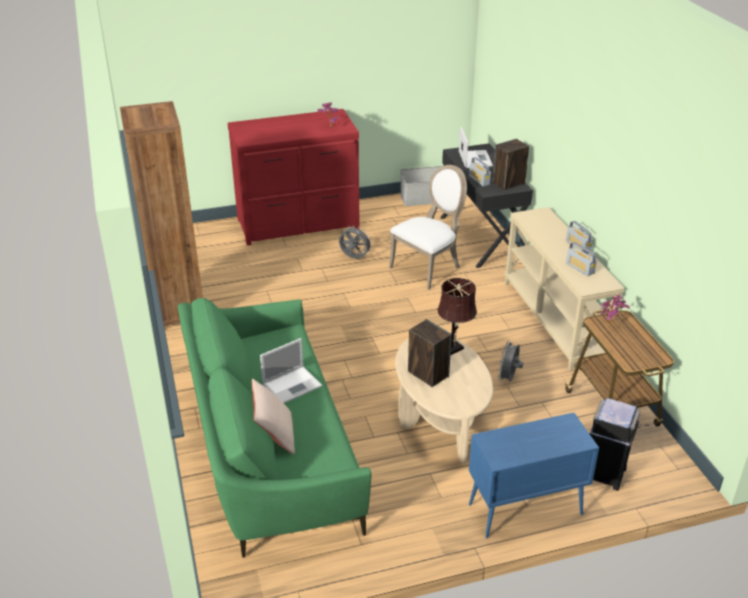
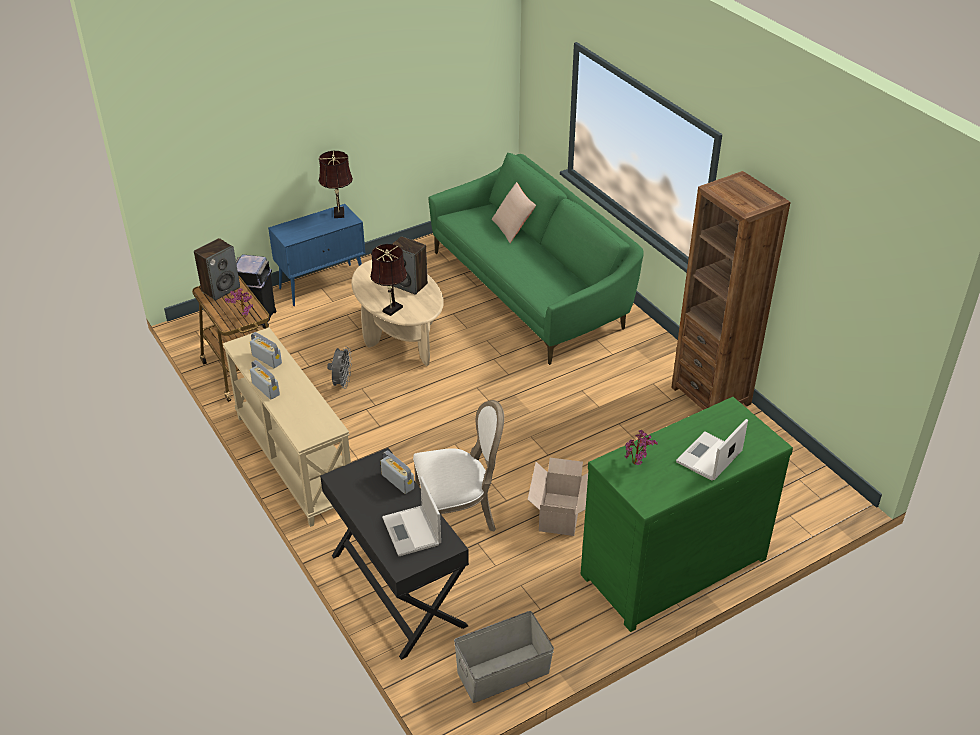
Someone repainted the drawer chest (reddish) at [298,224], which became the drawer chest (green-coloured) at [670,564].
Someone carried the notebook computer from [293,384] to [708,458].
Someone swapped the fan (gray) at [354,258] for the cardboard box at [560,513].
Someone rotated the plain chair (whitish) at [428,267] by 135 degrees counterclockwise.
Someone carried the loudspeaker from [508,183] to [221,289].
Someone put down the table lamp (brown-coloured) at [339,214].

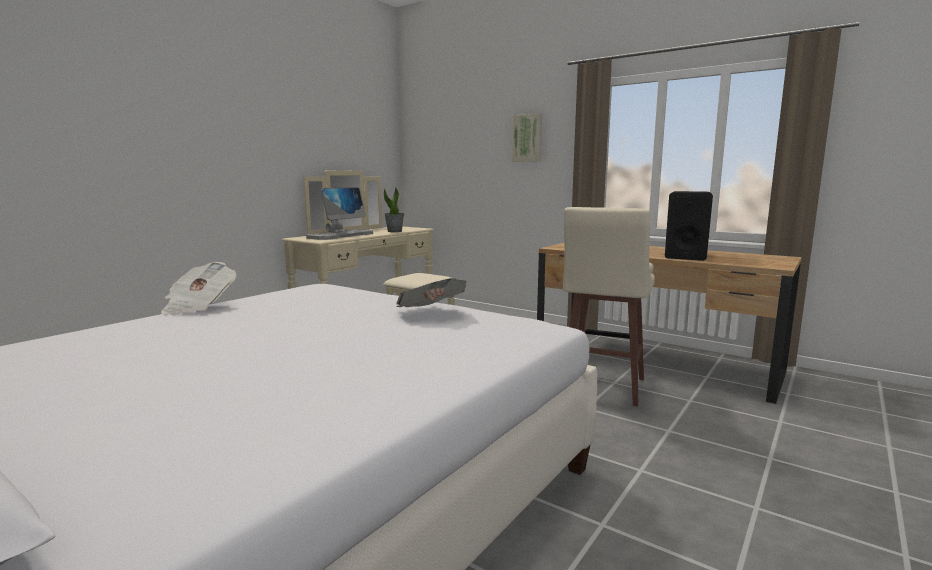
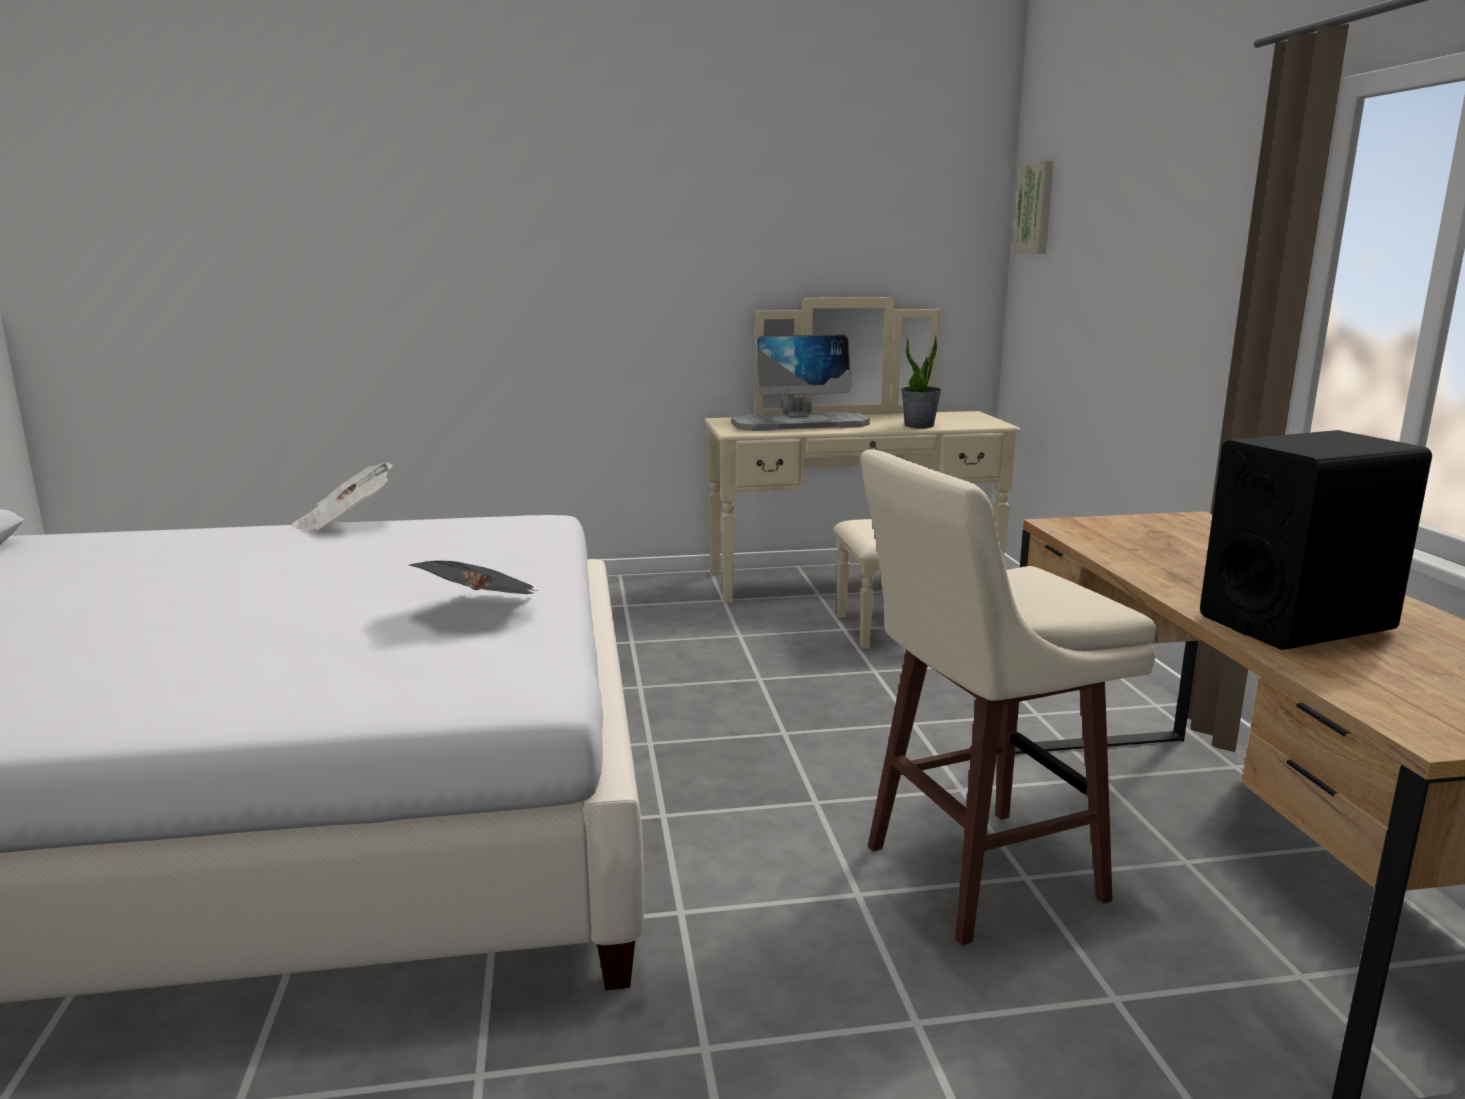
Someone carried the wall picture from [527,138] to [1036,208].

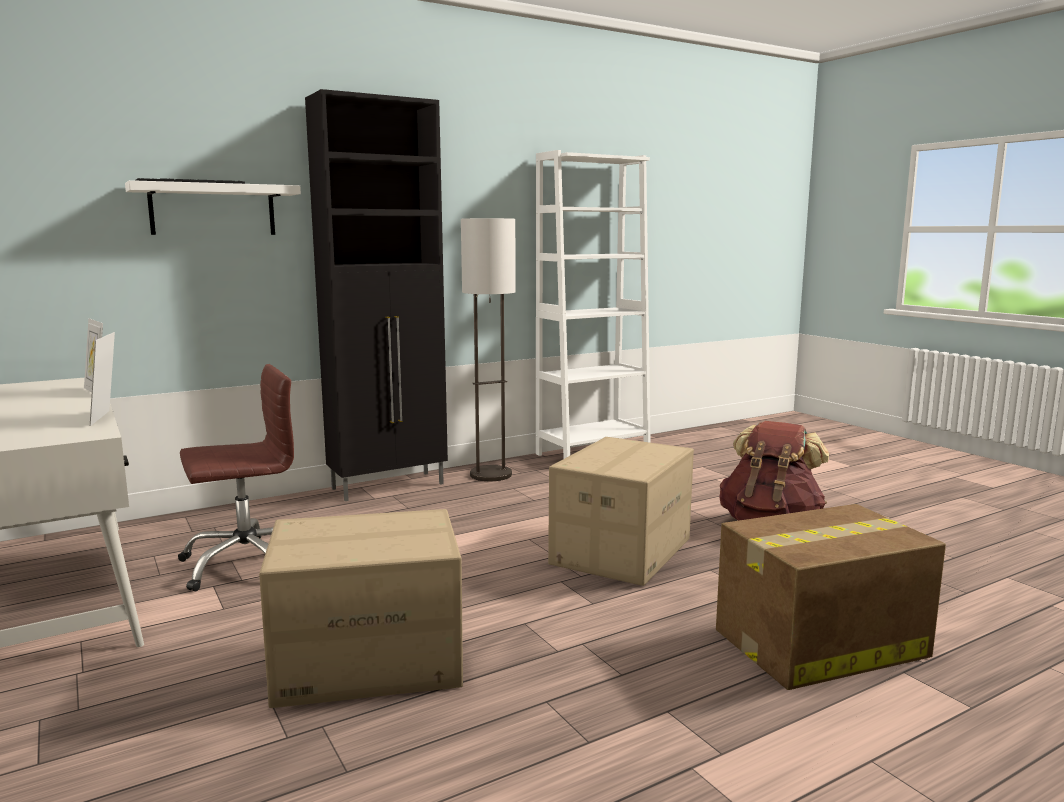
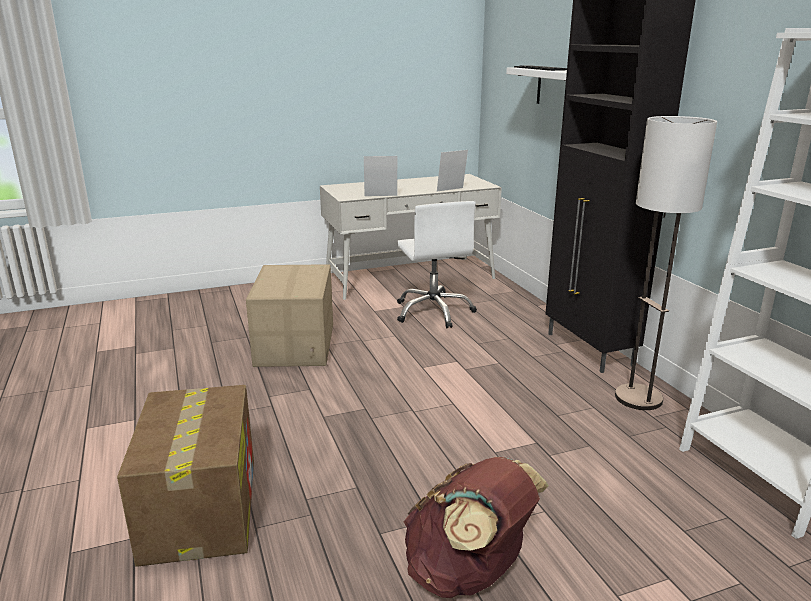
Someone repainted the desk chair (brown-coloured) at [247,562], which became the desk chair (whitish) at [433,312].
Someone took away the cardboard box at [620,551].

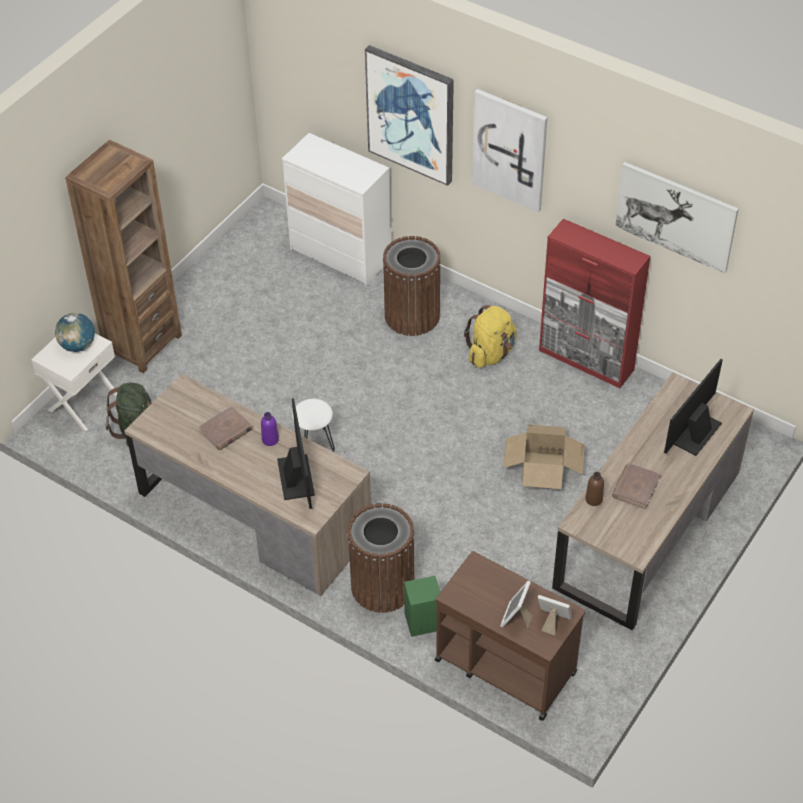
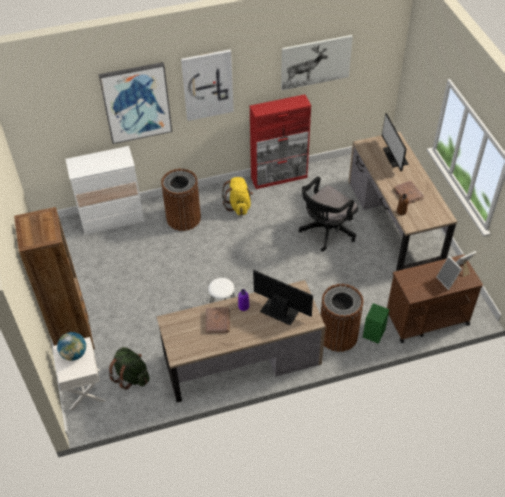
Someone swapped the cardboard box at [543,468] for the desk chair (black) at [325,232].

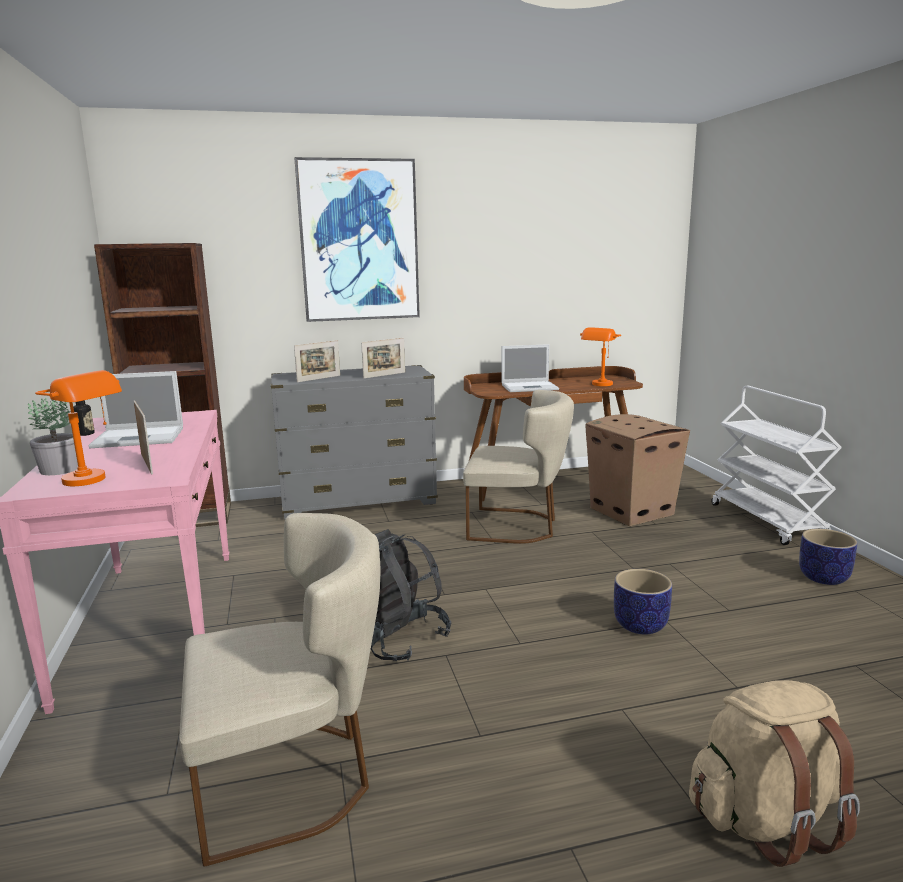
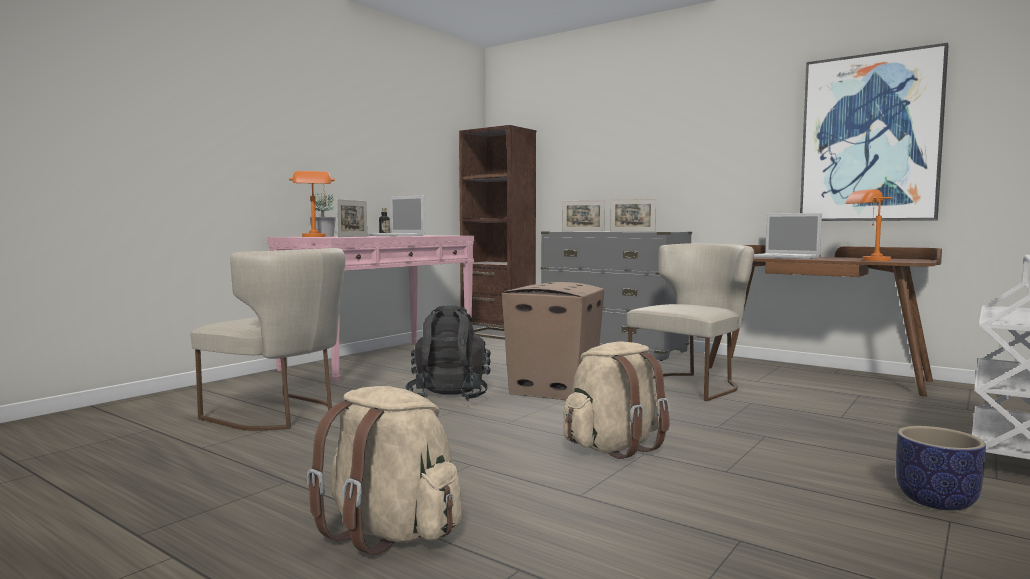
Someone carried the wall picture from [359,241] to [870,138].
Someone rotated the plain chair (beige) at [517,526] by 105 degrees counterclockwise.
Someone carried the cardboard box from [632,511] to [553,390].
Someone swapped the planter at [641,625] for the rucksack (beige) at [615,447].

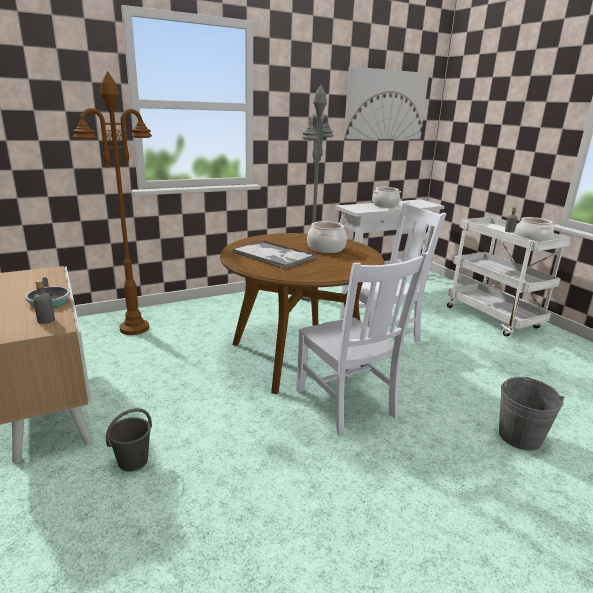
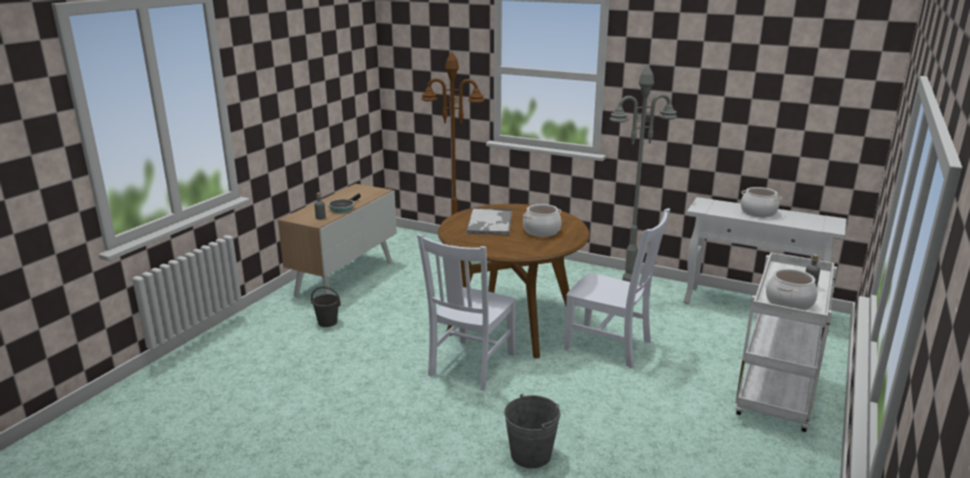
Someone took away the wall picture at [385,105].

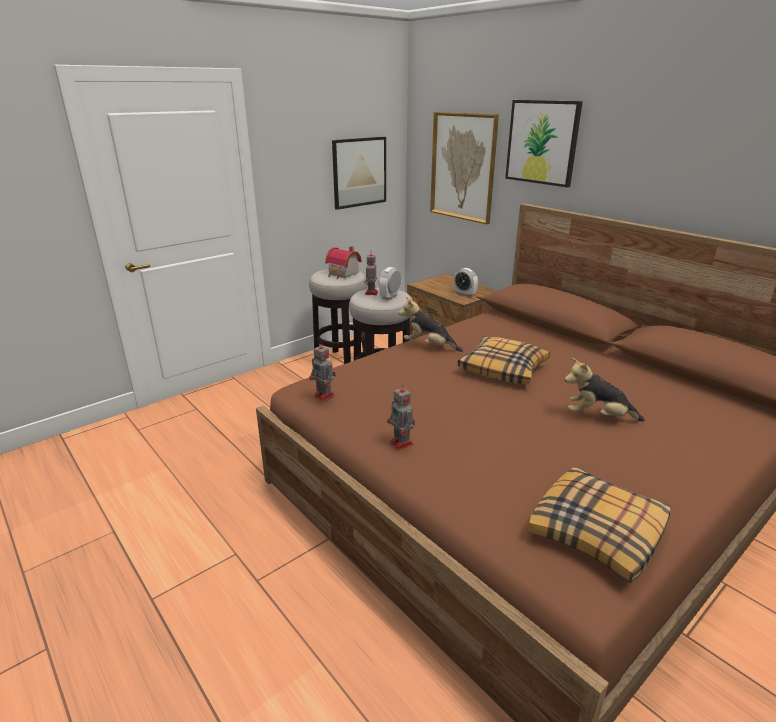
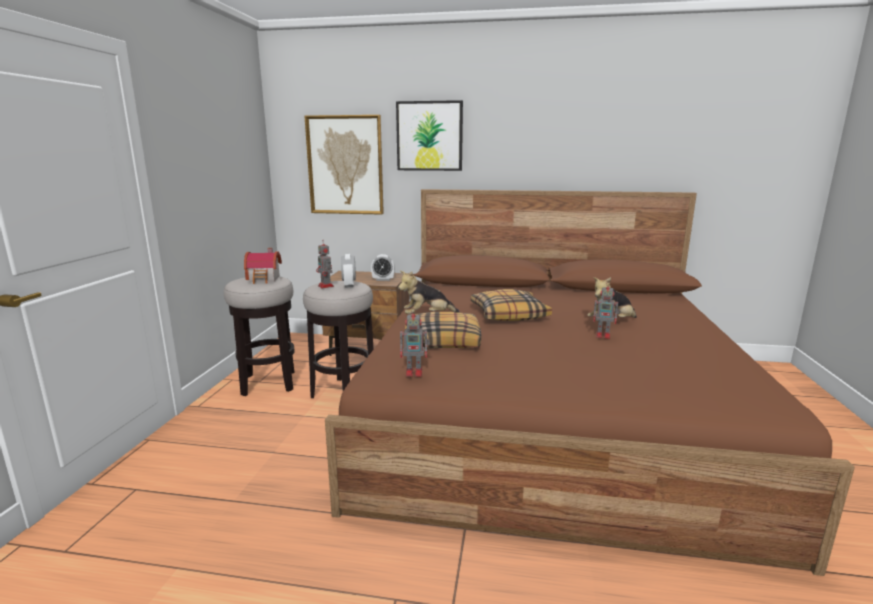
Someone took away the wall picture at [359,172].
Someone carried the toy robot from [402,444] to [604,335].
Someone carried the throw pillow from [597,532] to [443,341].

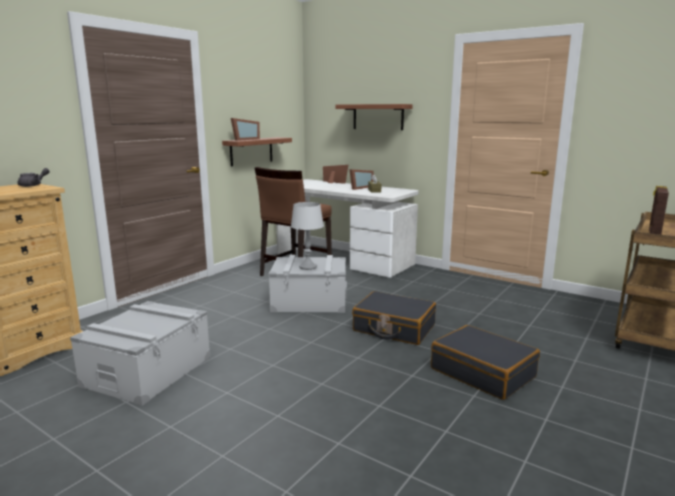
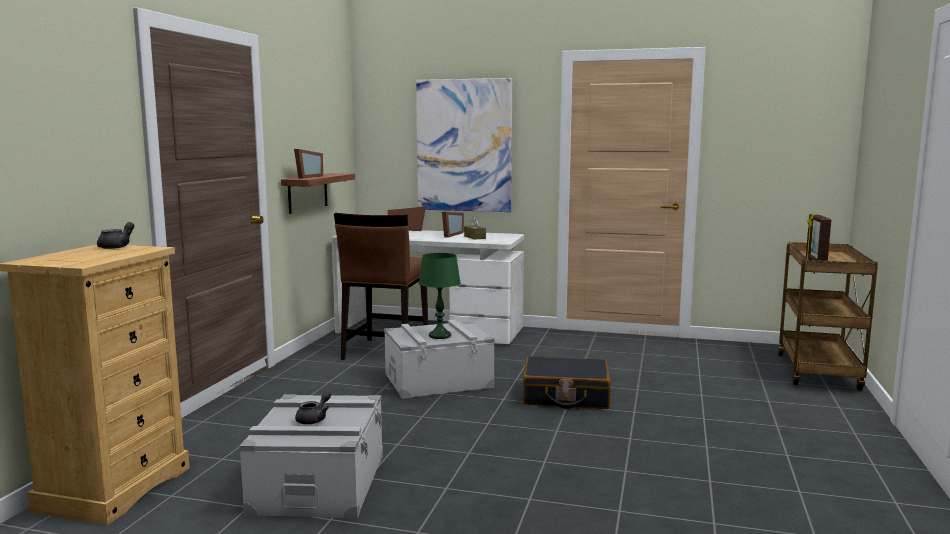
Someone repainted the table lamp (gray) at [308,267], which became the table lamp (green-coloured) at [440,336].
Someone swapped the wall shelf at [378,117] for the wall picture at [464,145].
Someone took away the suitcase (black) at [483,372].
Someone put down the teapot (gray) at [314,419].

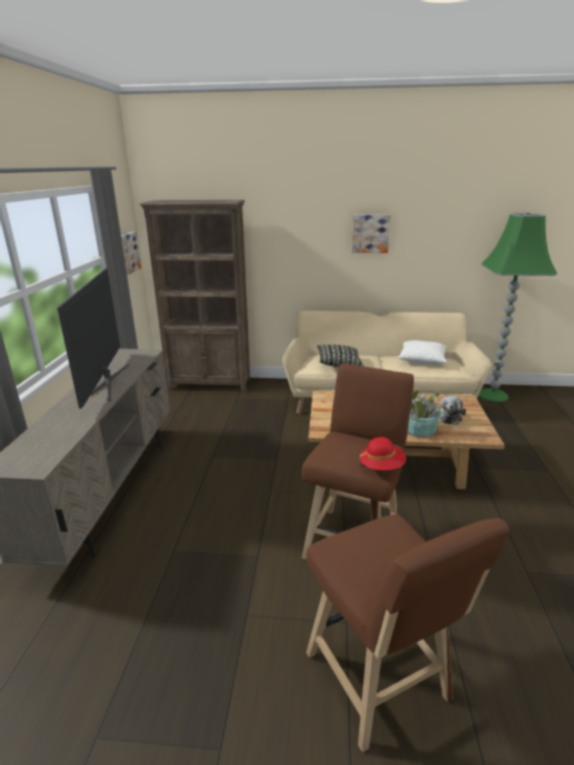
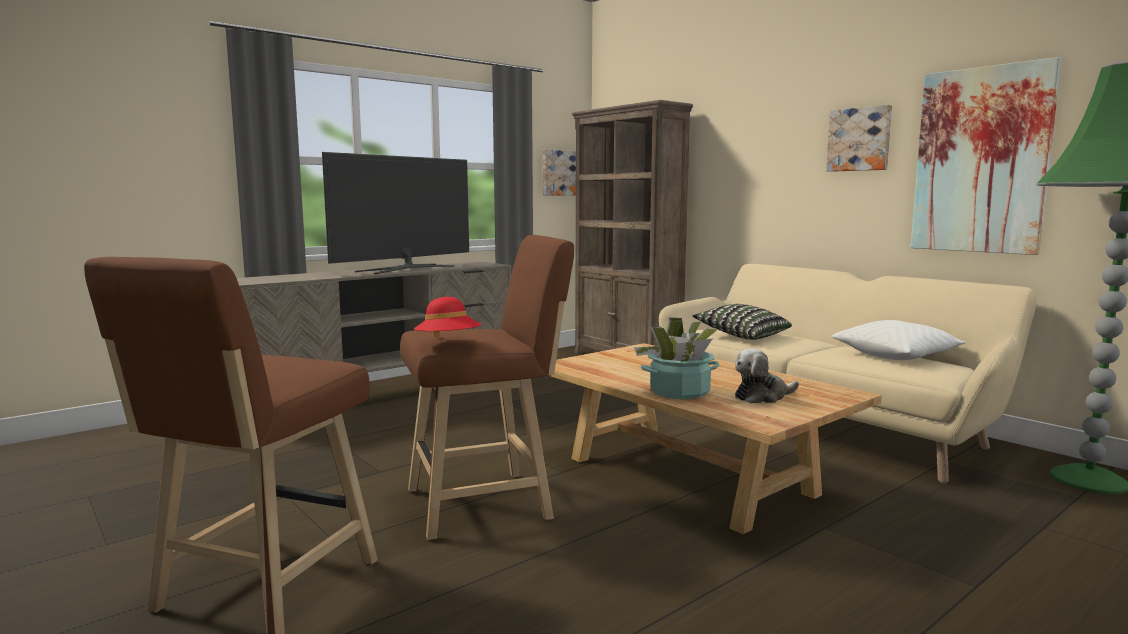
Someone put up the wall picture at [981,160].

